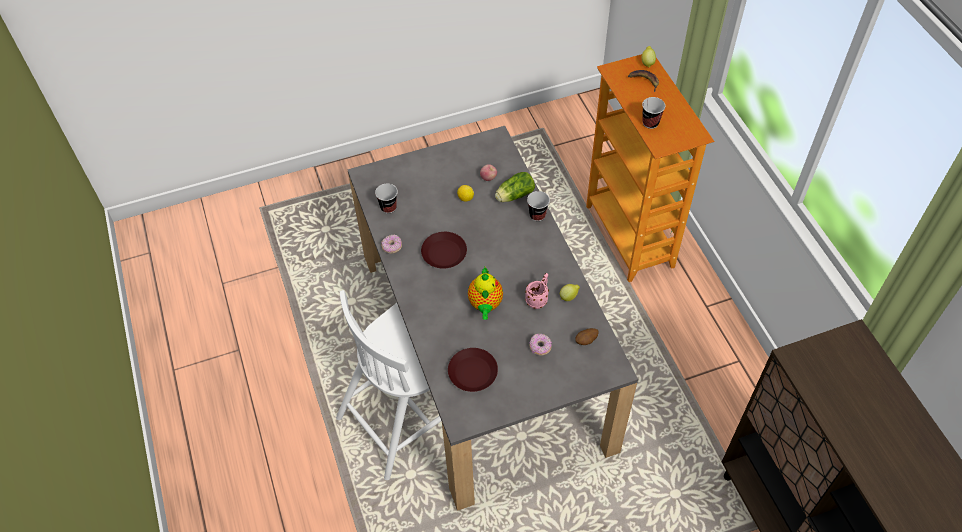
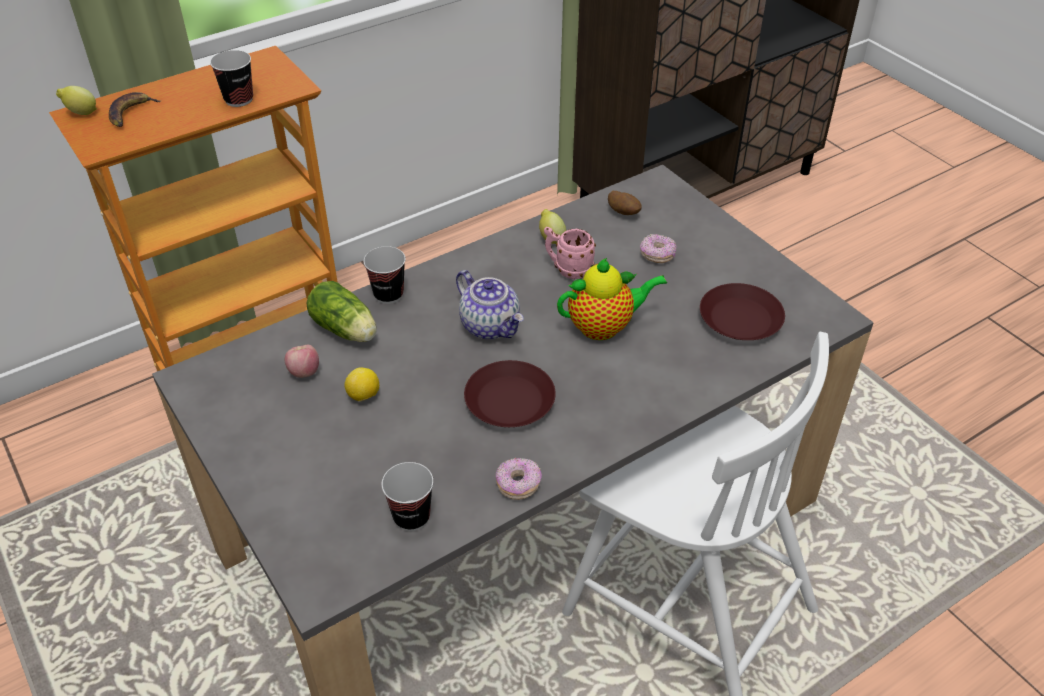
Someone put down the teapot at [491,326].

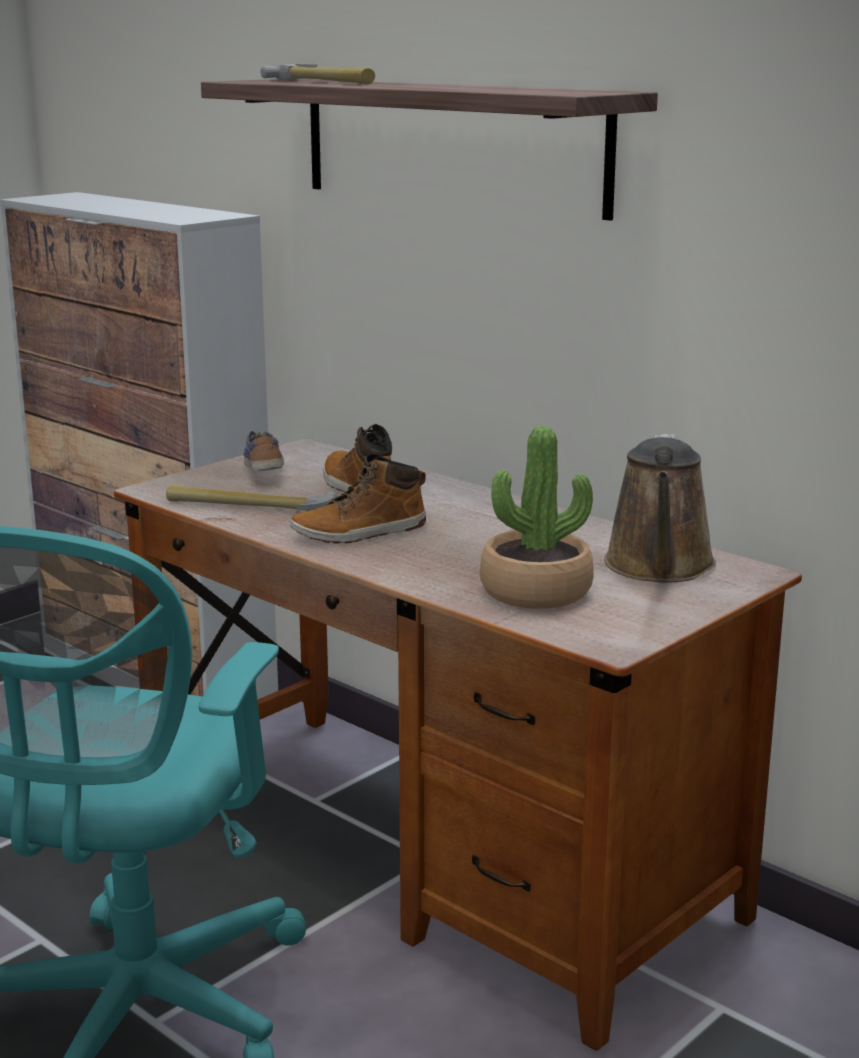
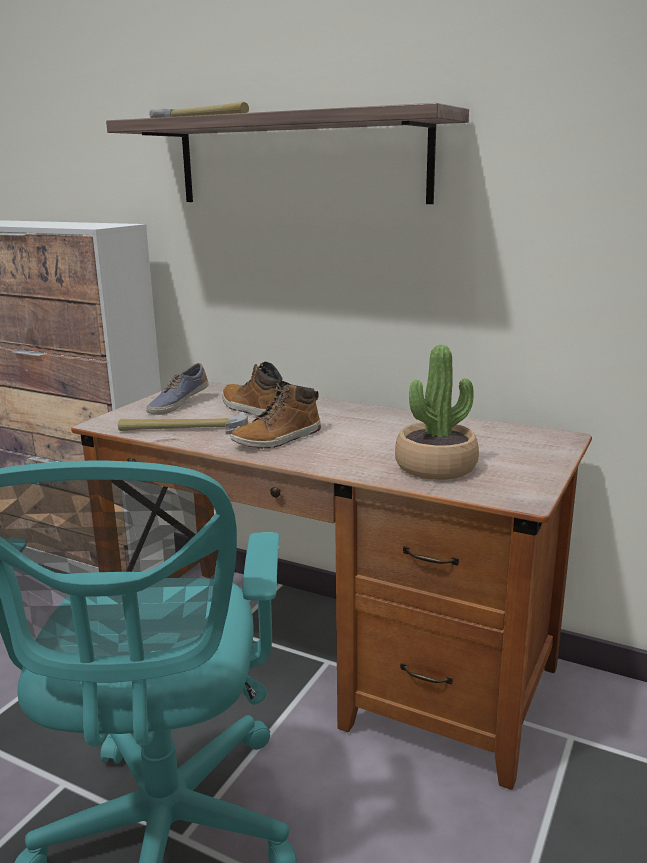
Someone rotated the low shoe at [265,472] by 120 degrees counterclockwise.
Someone took away the watering can (brown-coloured) at [659,567].

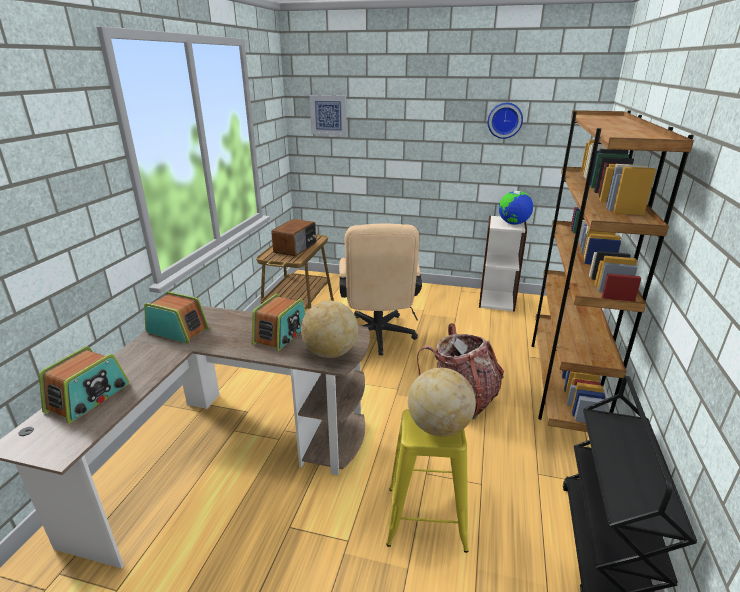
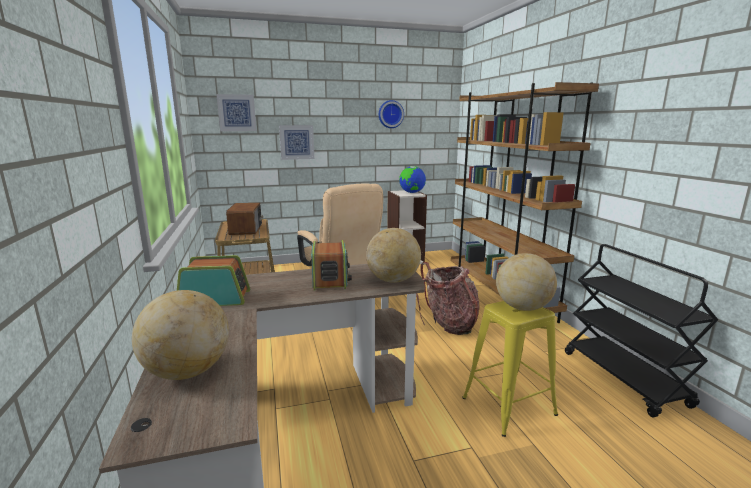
Someone swapped the radio receiver at [89,398] for the desk globe at [188,371].
Someone put up the wall picture at [296,142].

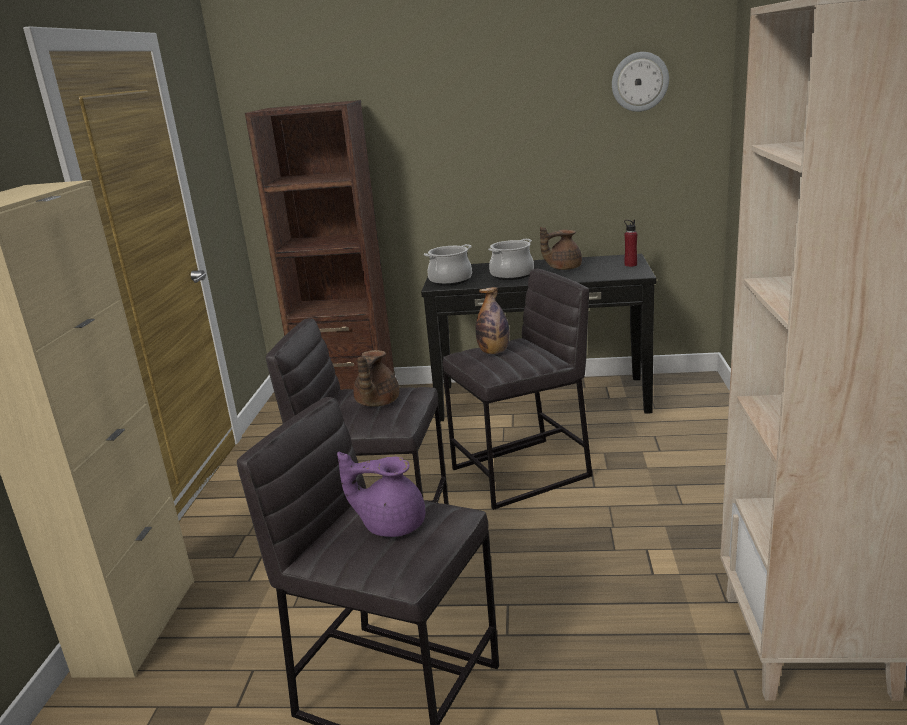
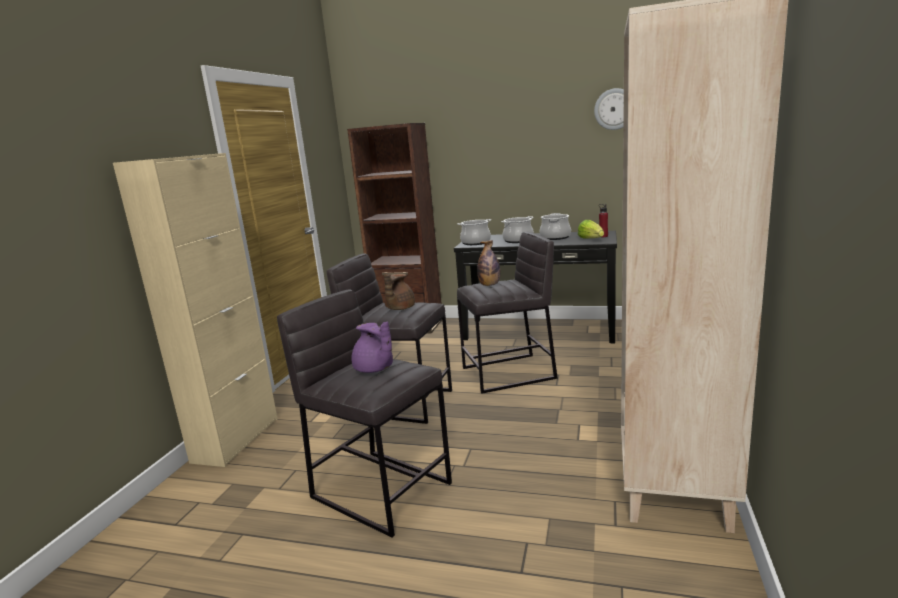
Someone rotated the teapot (purple) at [391,524] by 150 degrees counterclockwise.
Someone swapped the teapot (brown-coloured) at [562,268] for the saucepot at [555,237].
Someone put down the lettuce at [591,239].

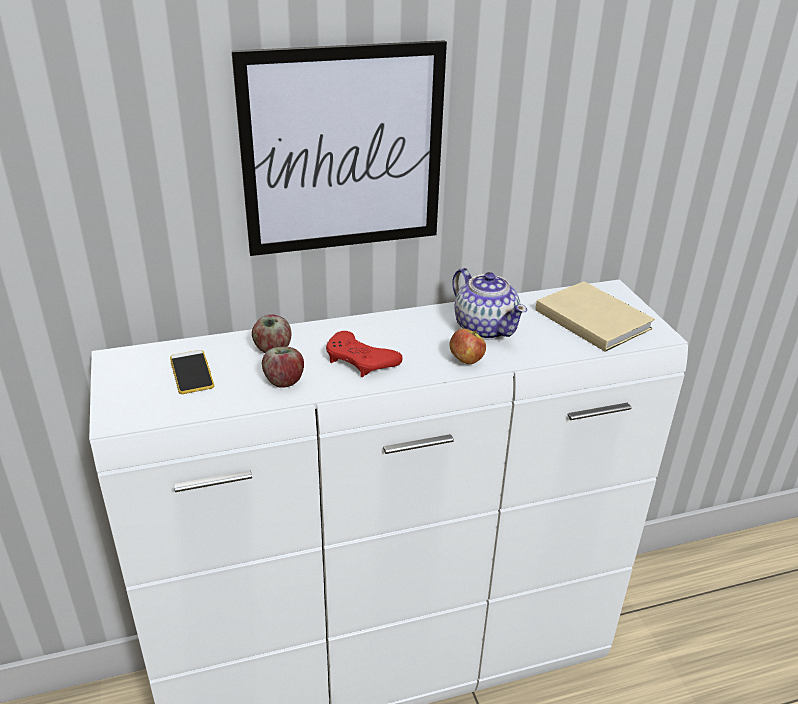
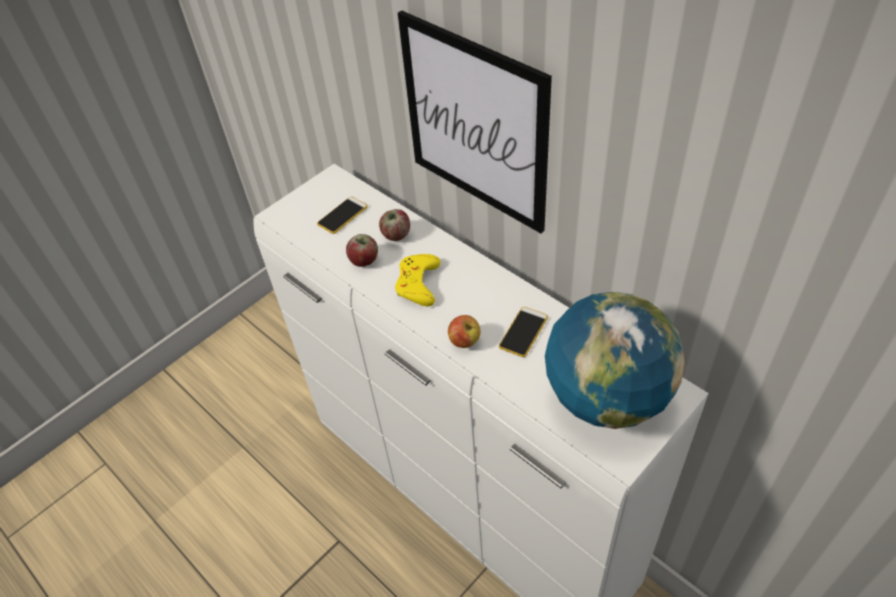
Someone repainted the joypad (reddish) at [360,360], which became the joypad (yellow) at [418,284].
Someone swapped the teapot at [485,328] for the handset at [523,332].
Someone swapped the bound book (beige) at [591,318] for the desk globe at [606,397].

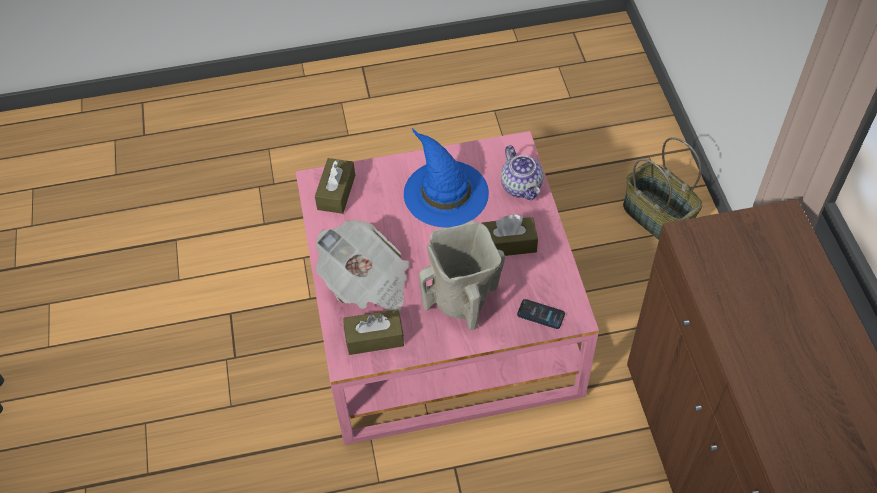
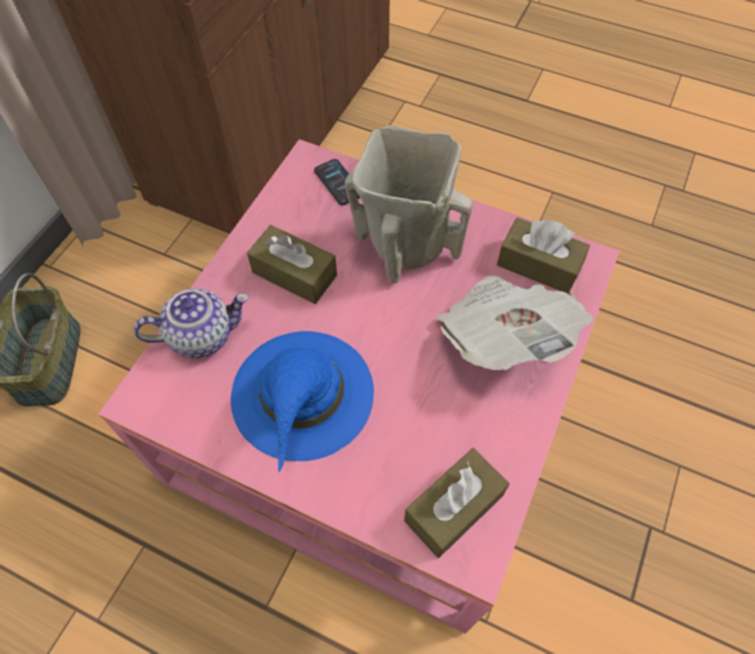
Someone rotated the teapot at [522,186] by 60 degrees clockwise.

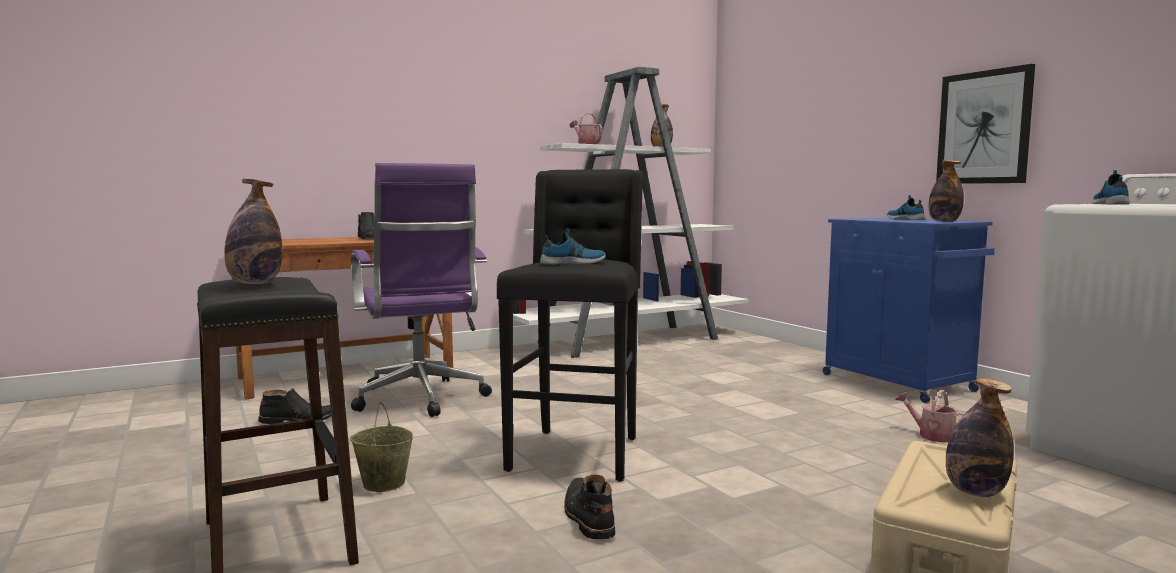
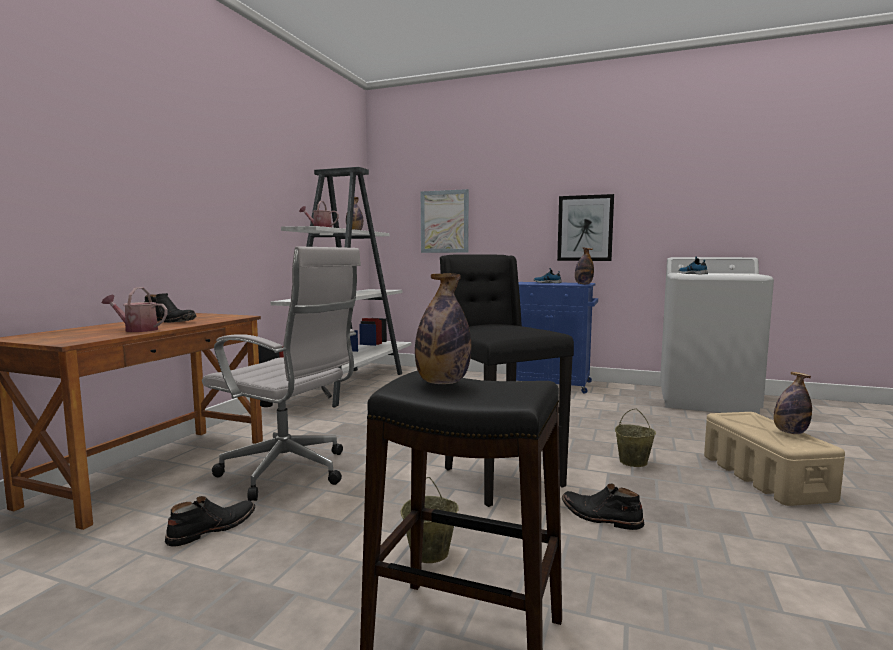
Someone repainted the desk chair (purple) at [421,400], which became the desk chair (whitish) at [290,473].
Someone took away the low shoe at [573,263].
Someone carried the watering can from [931,435] to [137,330].
Someone put up the wall picture at [444,221].
Someone put down the water bucket (beige) at [632,462].

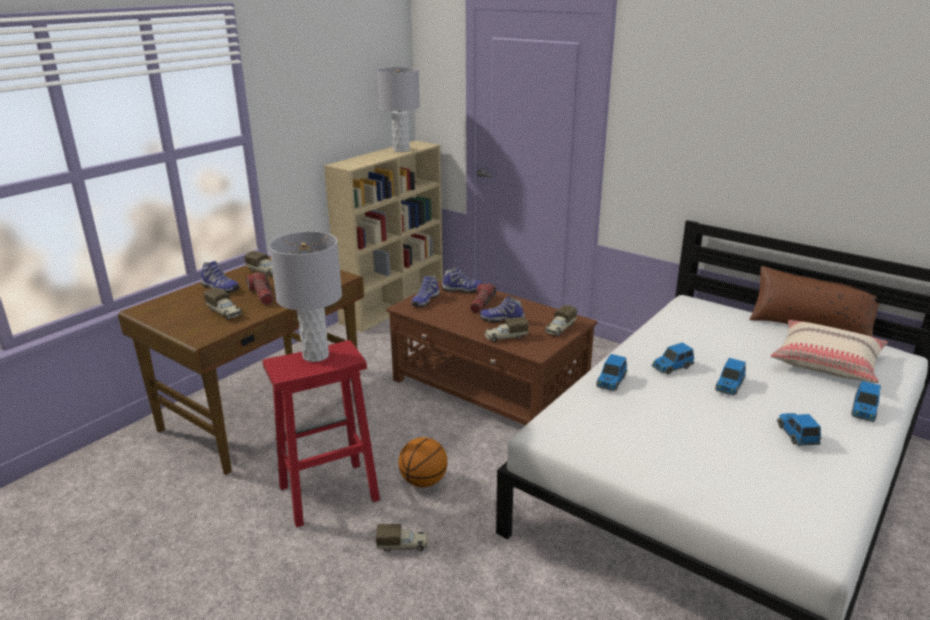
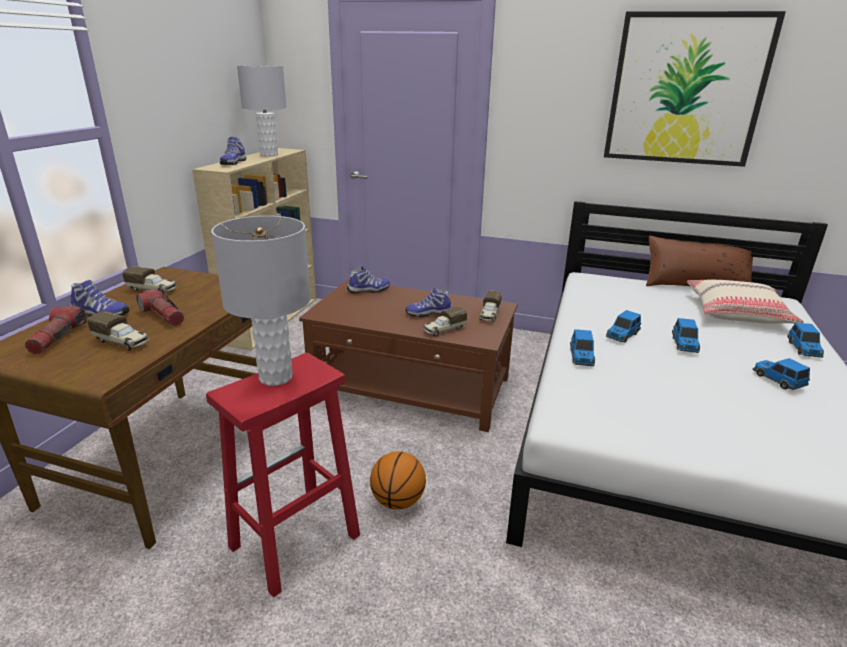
Someone took away the toy lorry at [403,545].
Someone carried the low shoe from [425,300] to [232,163].
Someone carried the hand torch from [482,304] to [58,338].
Someone put up the wall picture at [686,90].

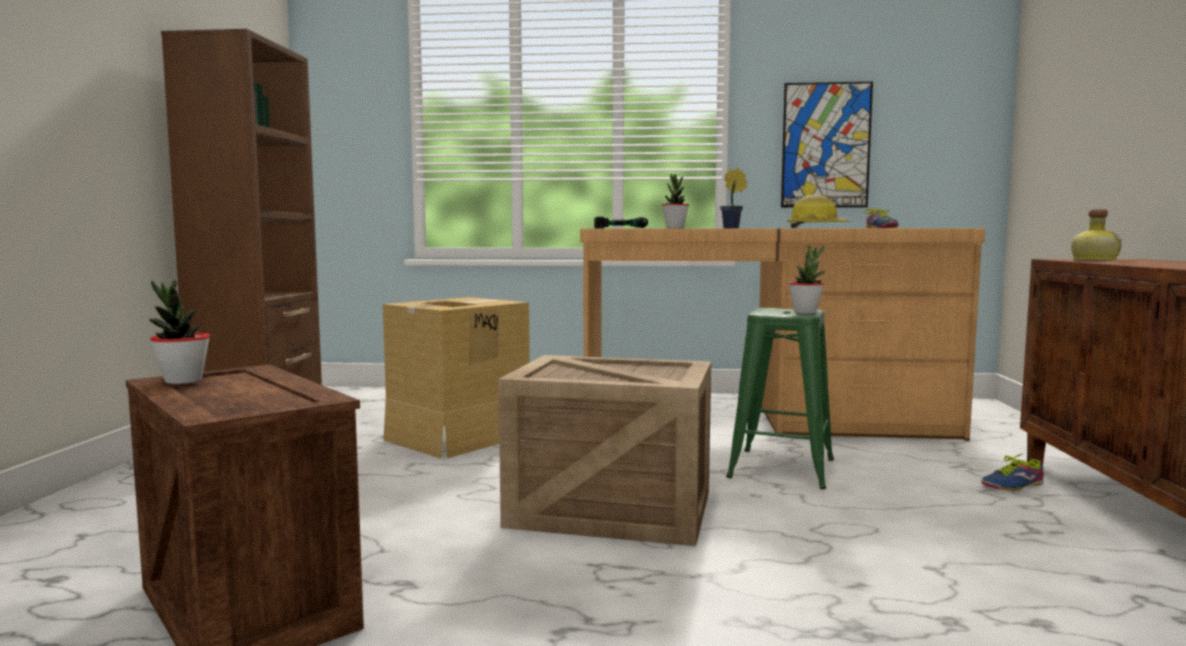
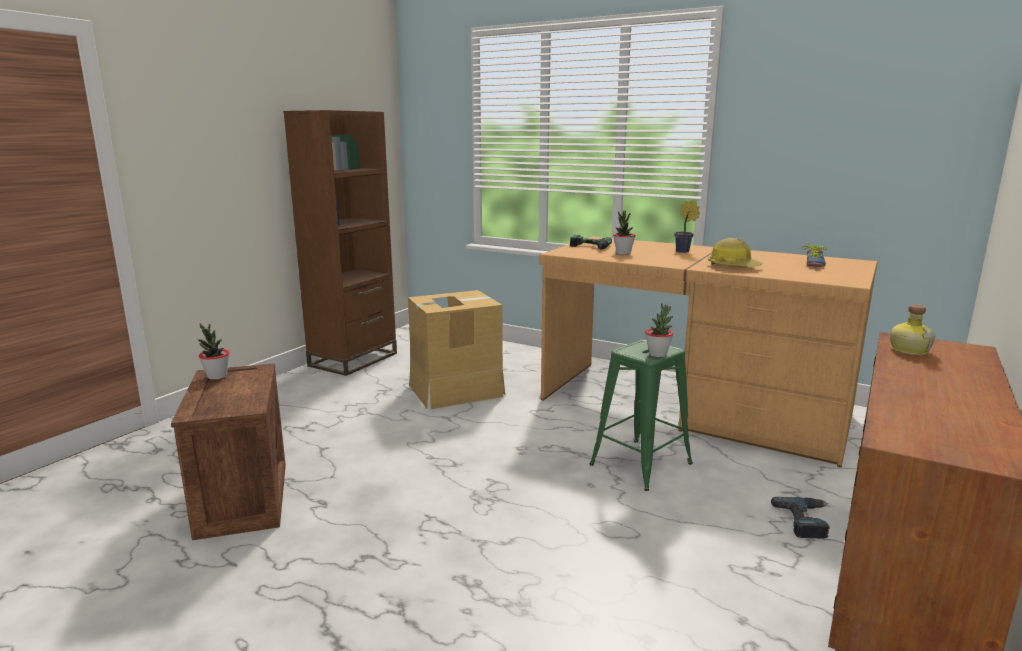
Someone took away the crate at [614,508].
Someone took away the wall picture at [826,145].
Someone swapped the low shoe at [1010,485] for the electric drill at [806,521].

